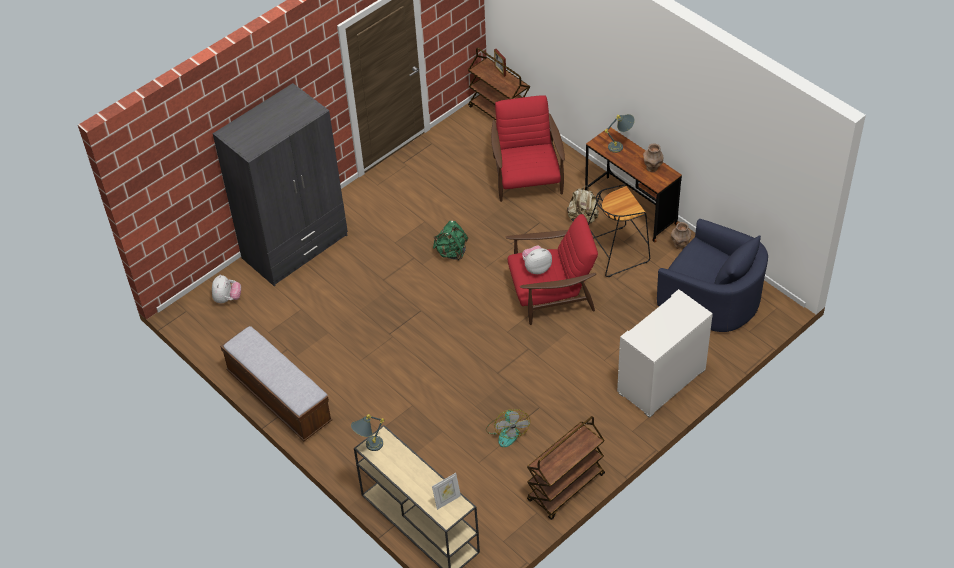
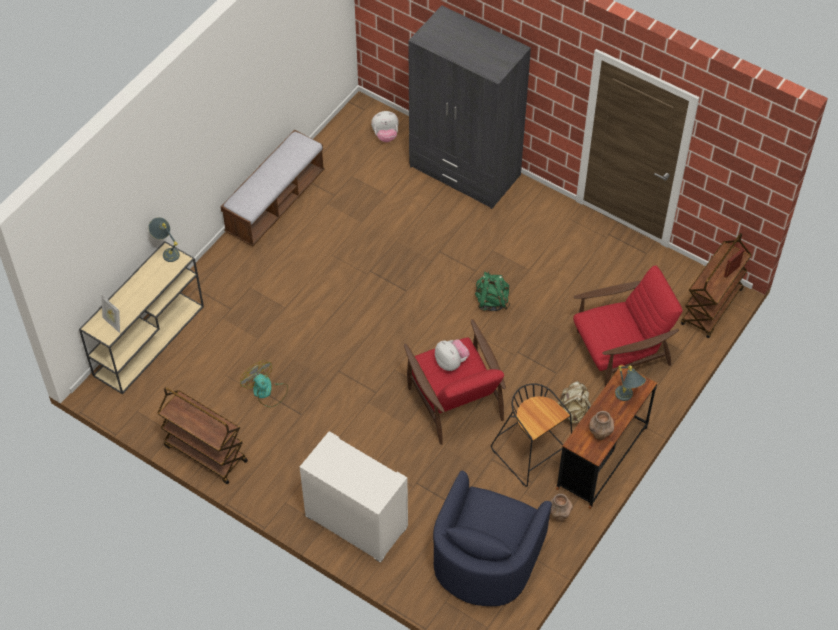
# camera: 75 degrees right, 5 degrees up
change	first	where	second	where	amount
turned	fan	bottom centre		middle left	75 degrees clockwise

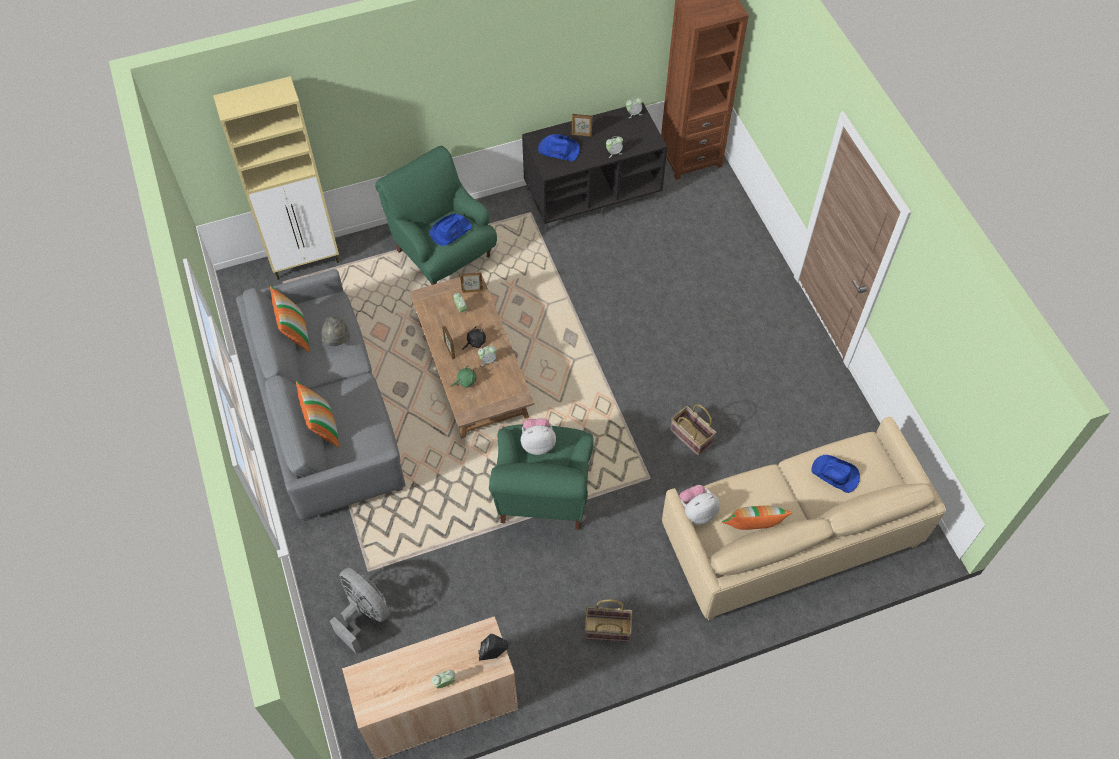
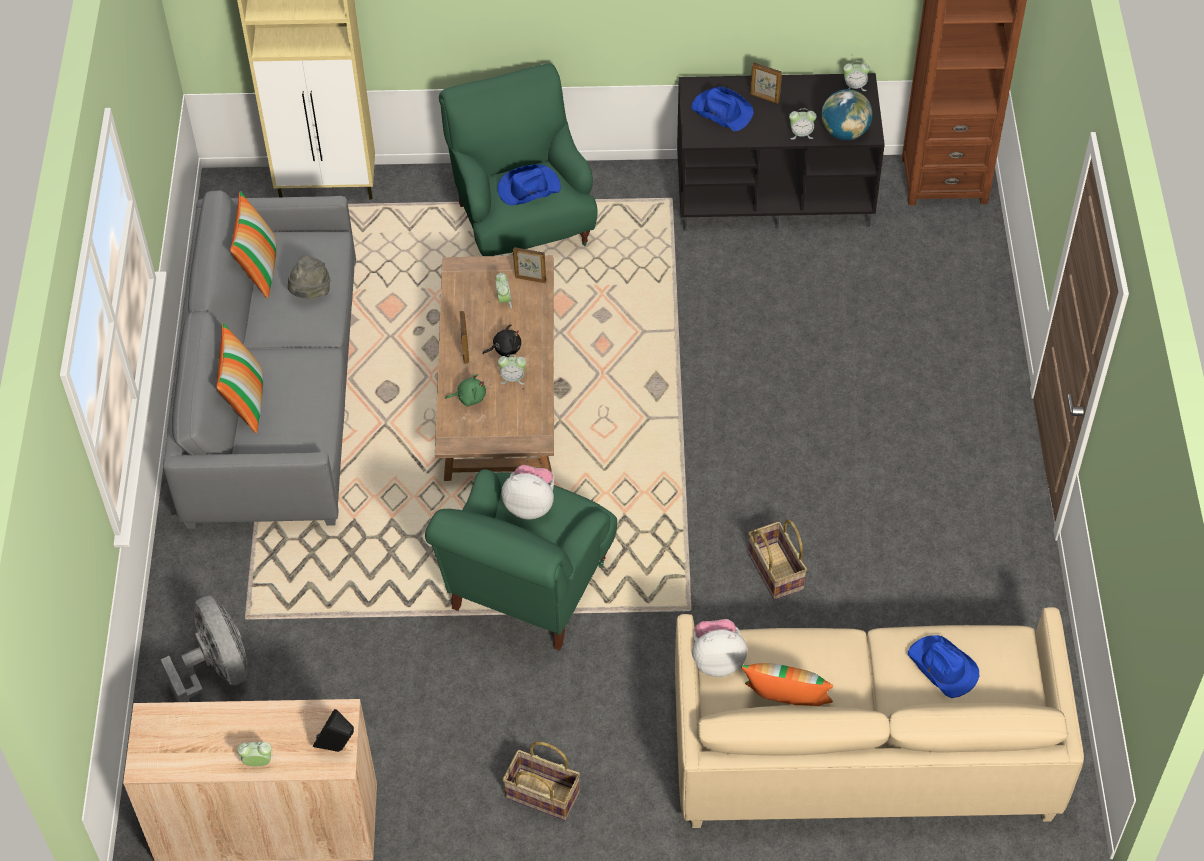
# camera: 20 degrees right, 5 degrees down
change	first	where	second	where	amount
added			world globe	top right	

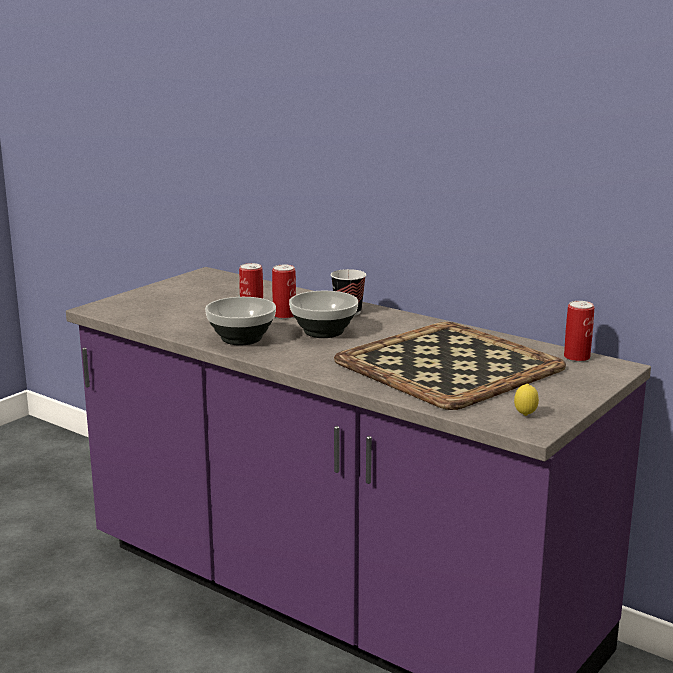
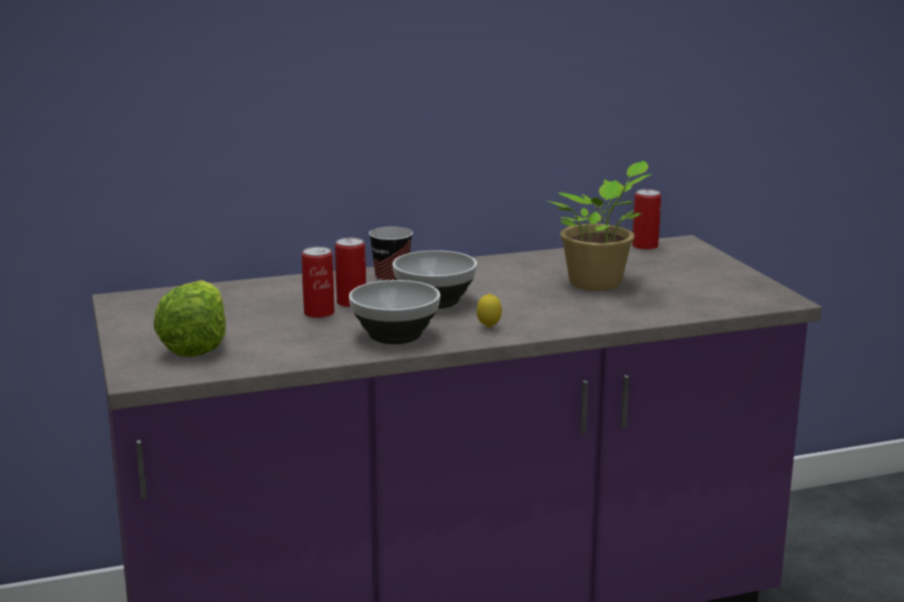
# camera: 55 degrees left, 0 degrees up
change	first	where	second	where	amount
added			lettuce head	middle left	
moved	lemon	middle right		centre	
replaced	carrying tray	middle right	houseplant	centre	

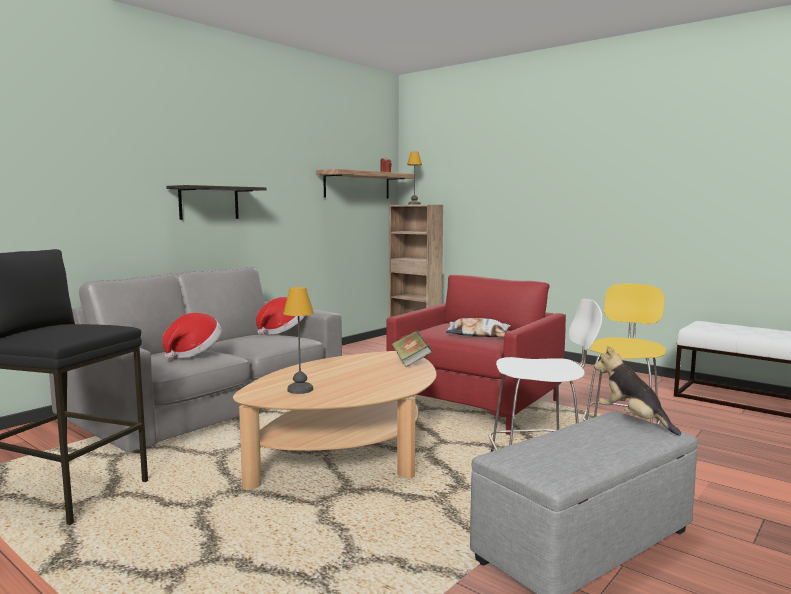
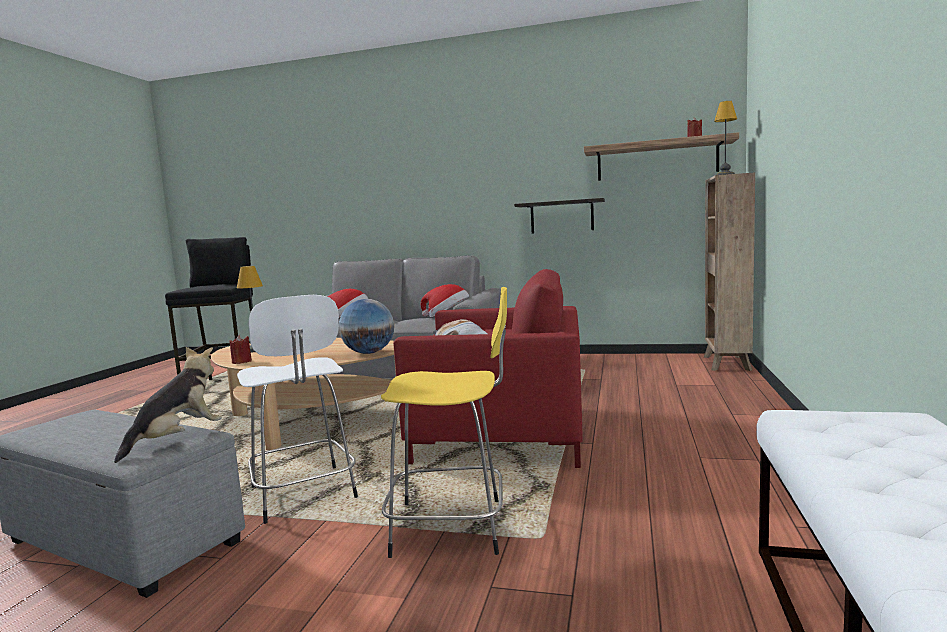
# camera: 65 degrees right, 0 degrees up
change	first	where	second	where	amount
added			red candle (1st from left)	middle left	
replaced	bound book	centre	world globe	centre	
moved	bracket shelf (1st from left)	middle left		centre	

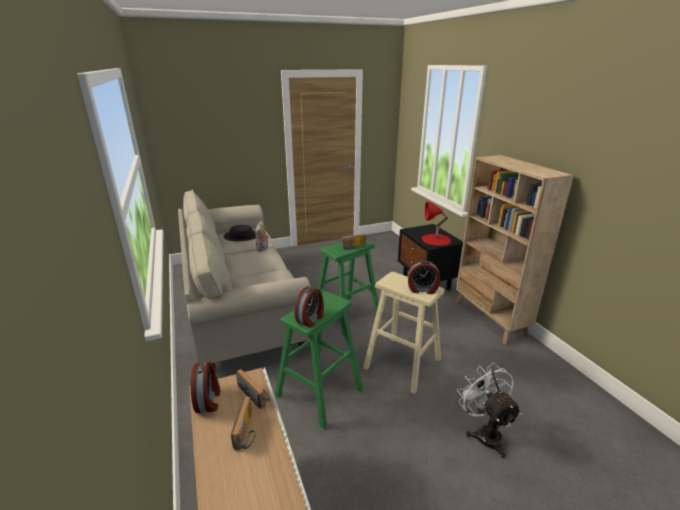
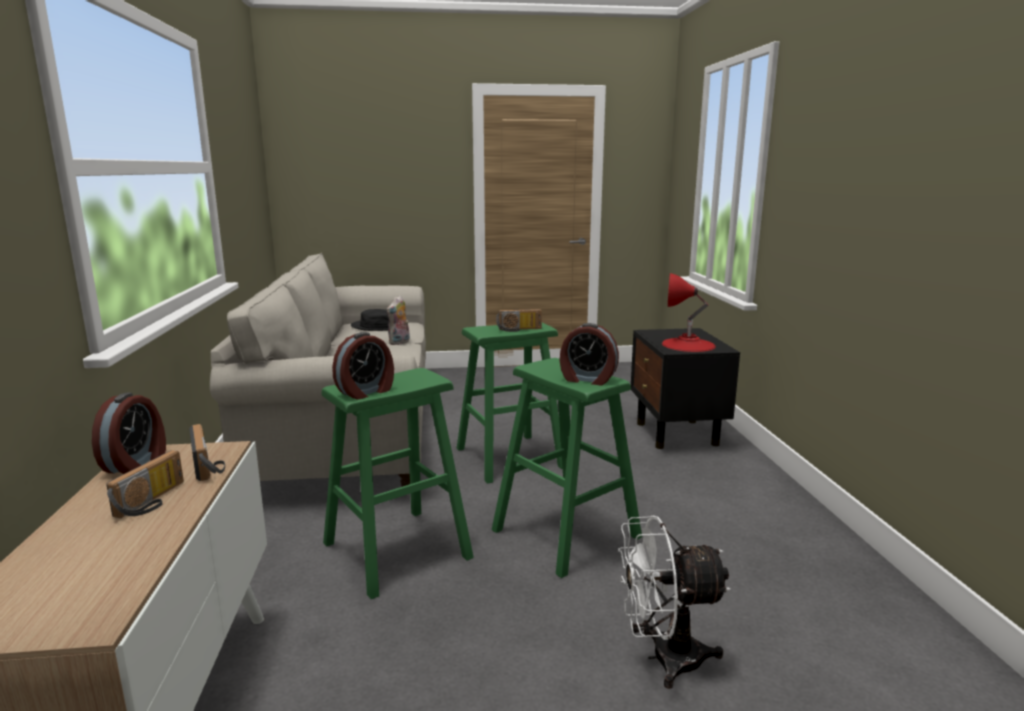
# camera: 15 degrees right, 10 degrees down
change	first	where	second	where	amount
recoloured	beige stool	centre	greenish stool (3rd from left)	centre	
turned	white-coloured fan	bottom right		bottom centre	90 degrees counterclockwise
removed	beige shelving unit	middle right			

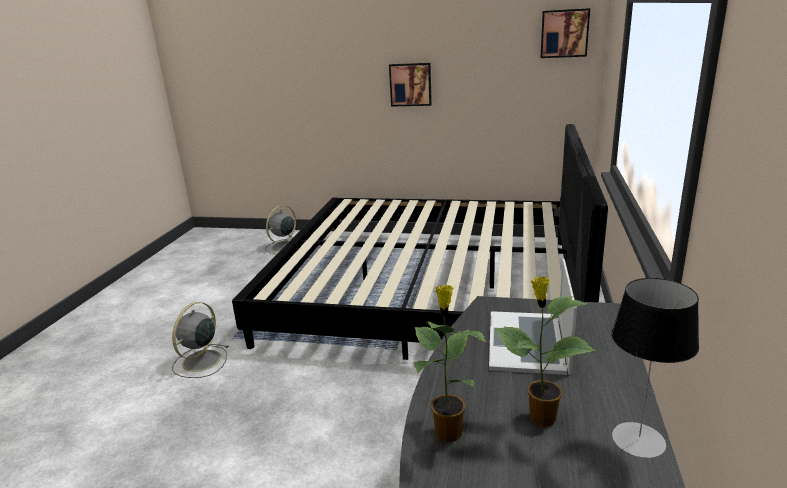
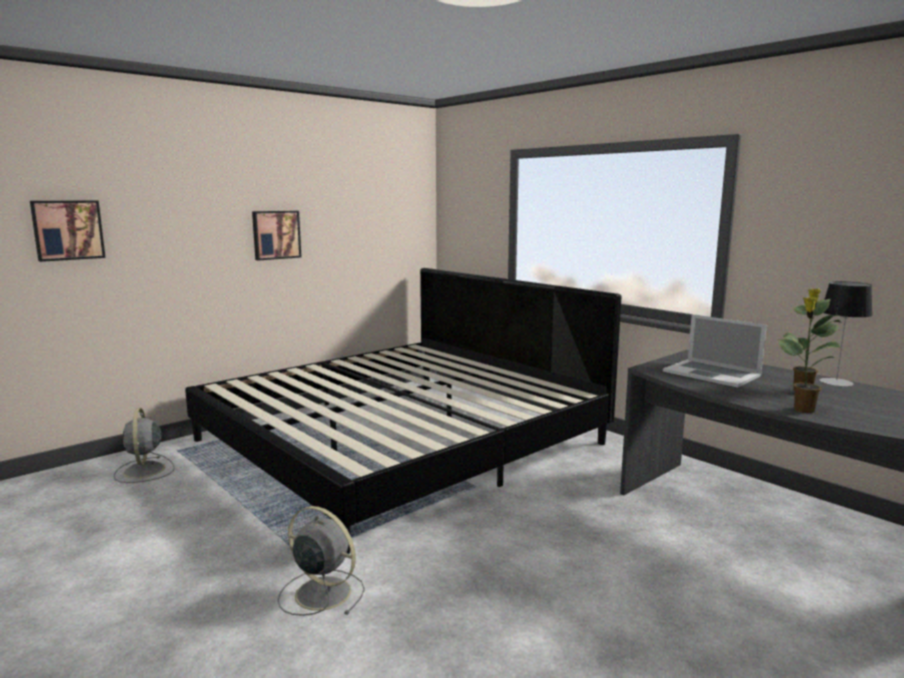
# camera: 55 degrees left, 10 degrees down
change	first	where	second	where	amount
moved	wall art (2nd from left in the first image)	top right	wall art (1st from left)	middle left	
turned	grey fan (1st from left in the first image)	bottom left	grey fan (2nd from left)	bottom centre	150 degrees clockwise

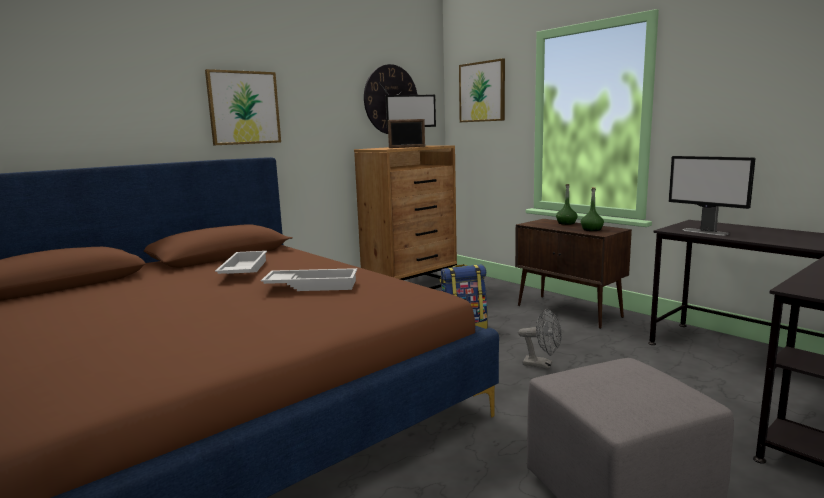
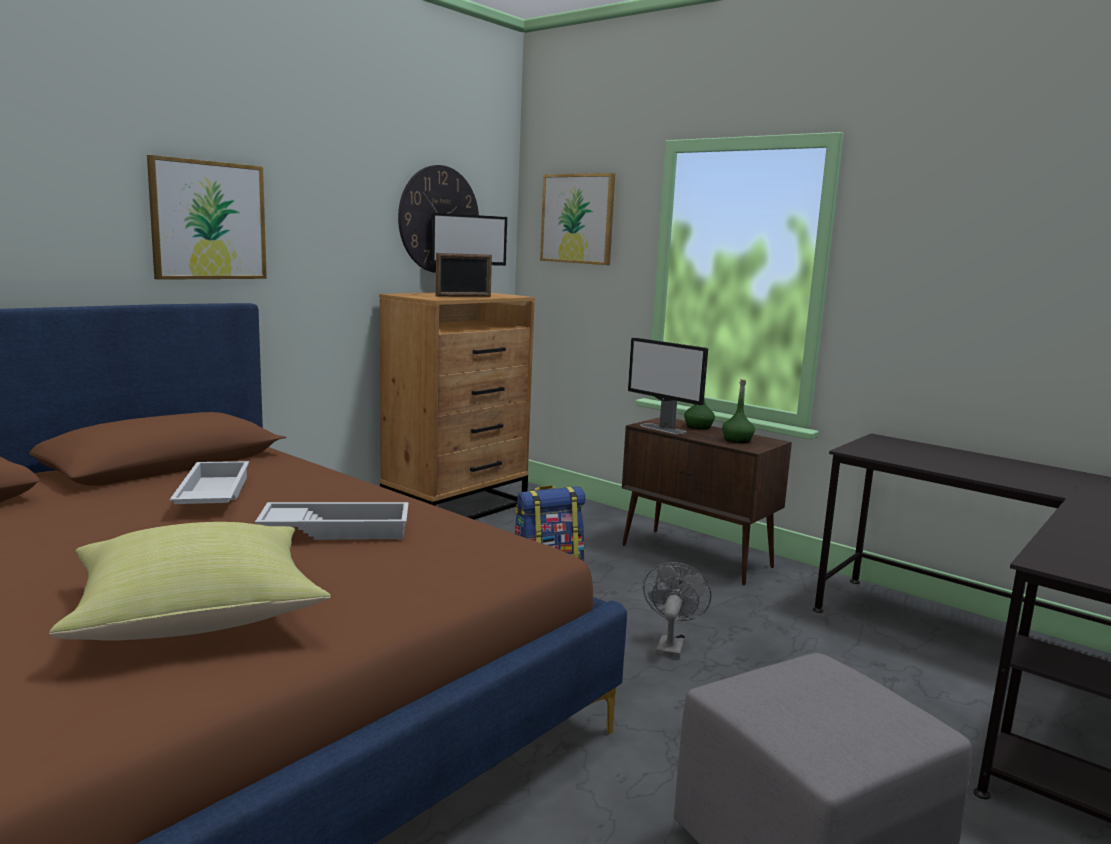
# camera: 10 degrees left, 0 degrees up
change	first	where	second	where	amount
added			yellowish pillow	bottom left	
moved	computer display (2nd from left)	middle right		centre	
turned	grey fan	bottom centre		bottom centre	90 degrees counterclockwise

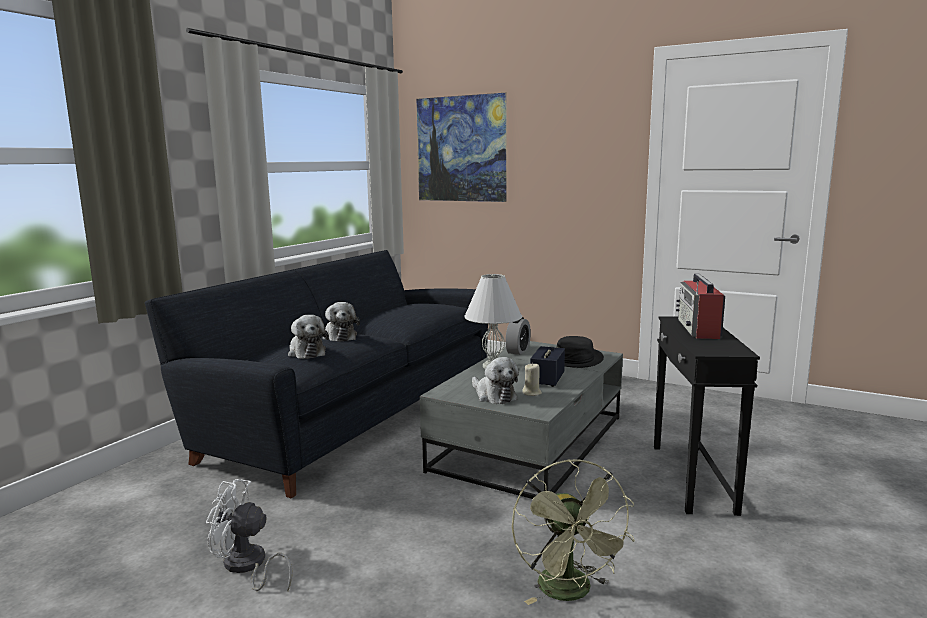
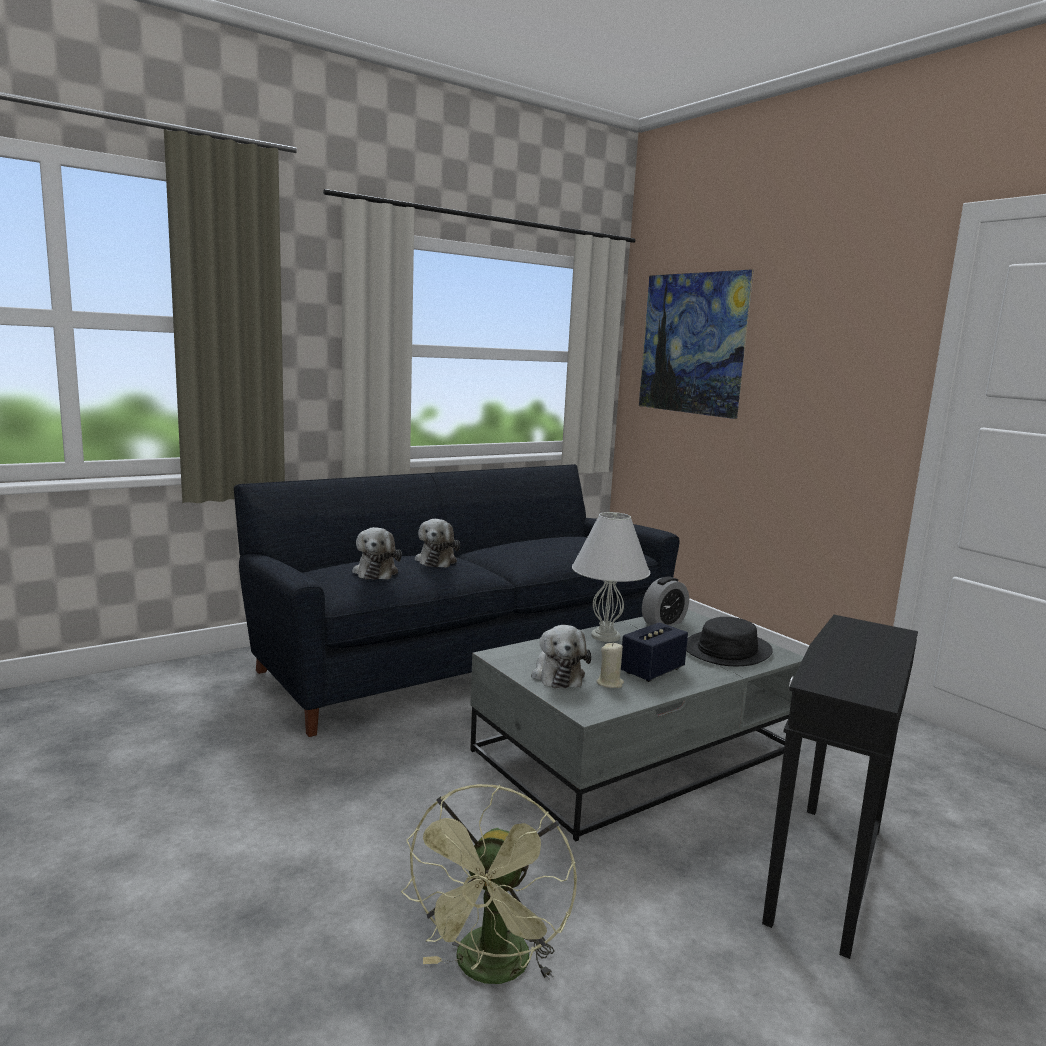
# camera: 25 degrees right, 0 degrees up
change	first	where	second	where	amount
removed	white-coloured fan	bottom left			
removed	radio receiver	middle right			

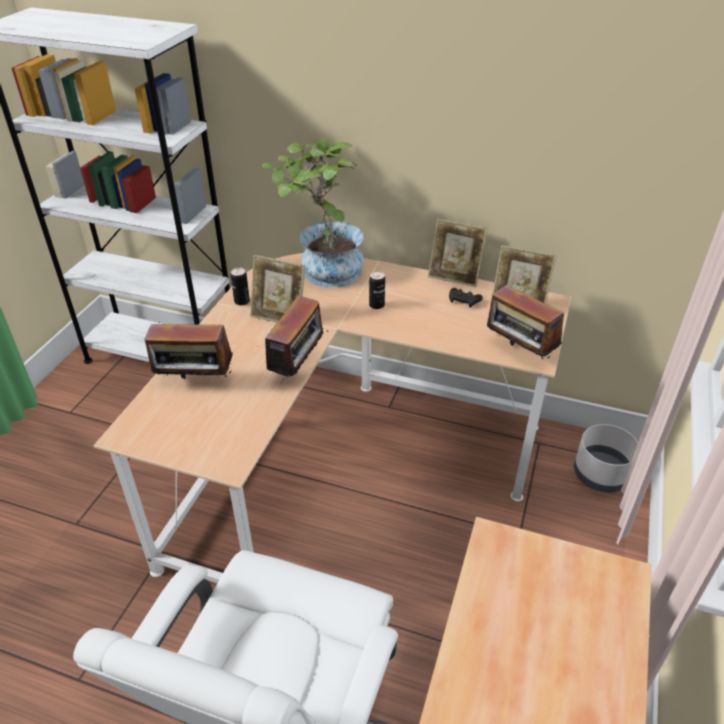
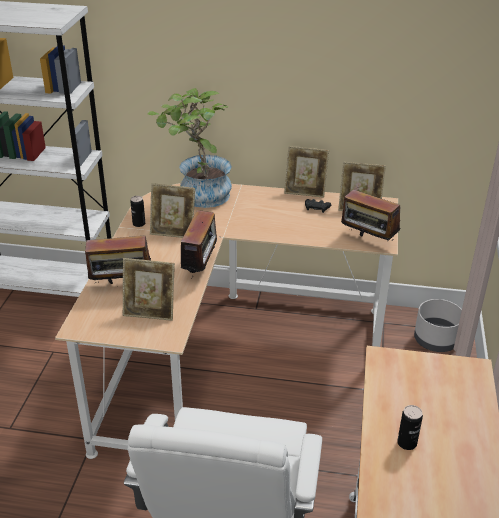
# camera: 10 degrees left, 5 degrees down
change	first	where	second	where	amount
added			picture frame (1st from left)	middle left	
moved	sealed can (2nd from left)	centre		bottom right	

